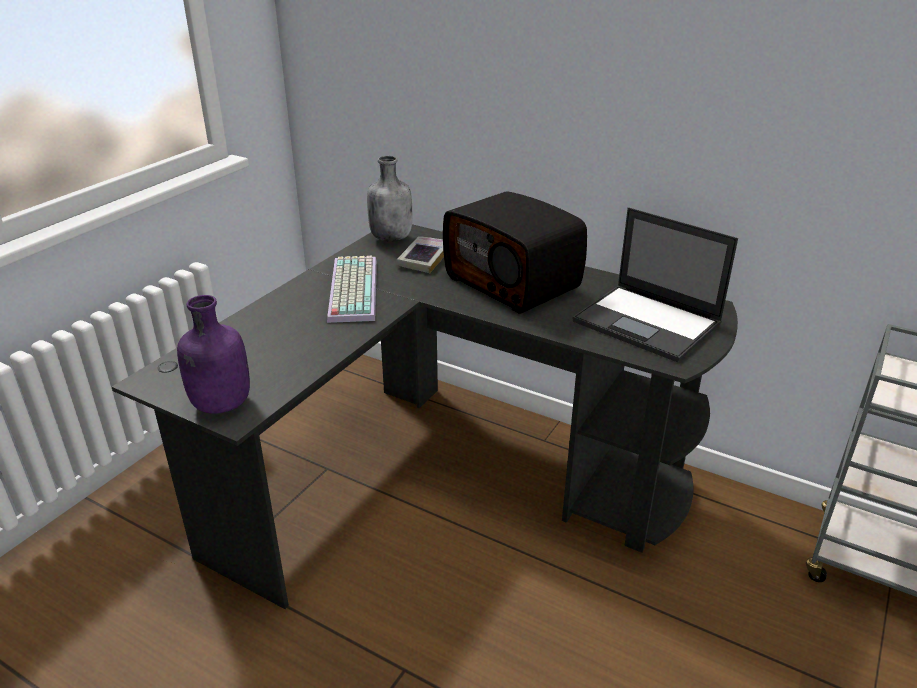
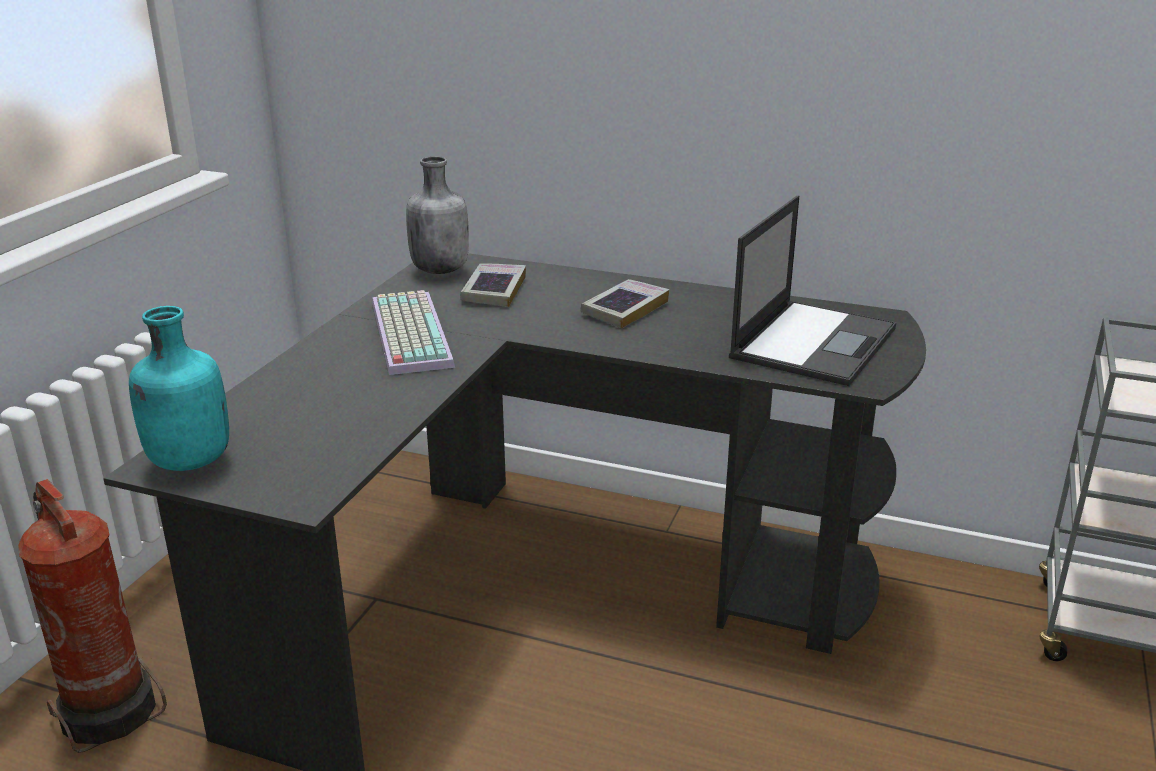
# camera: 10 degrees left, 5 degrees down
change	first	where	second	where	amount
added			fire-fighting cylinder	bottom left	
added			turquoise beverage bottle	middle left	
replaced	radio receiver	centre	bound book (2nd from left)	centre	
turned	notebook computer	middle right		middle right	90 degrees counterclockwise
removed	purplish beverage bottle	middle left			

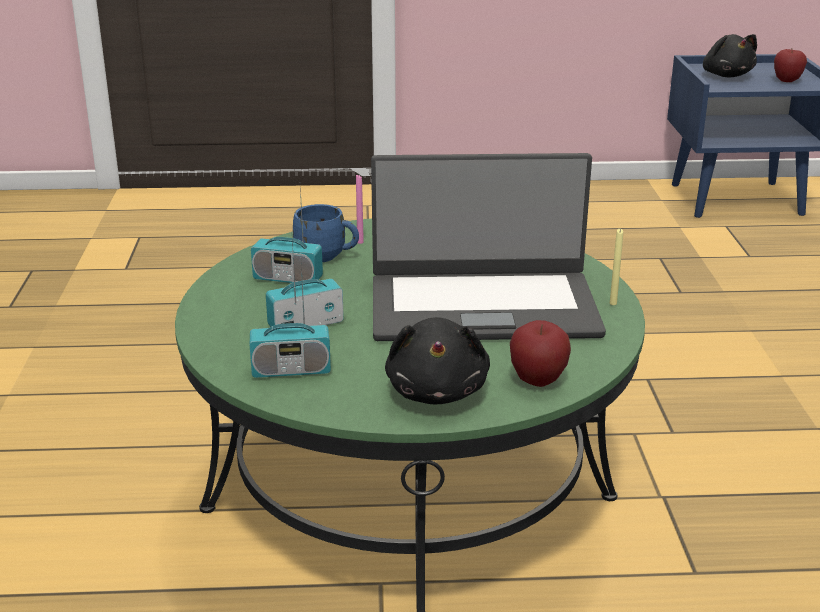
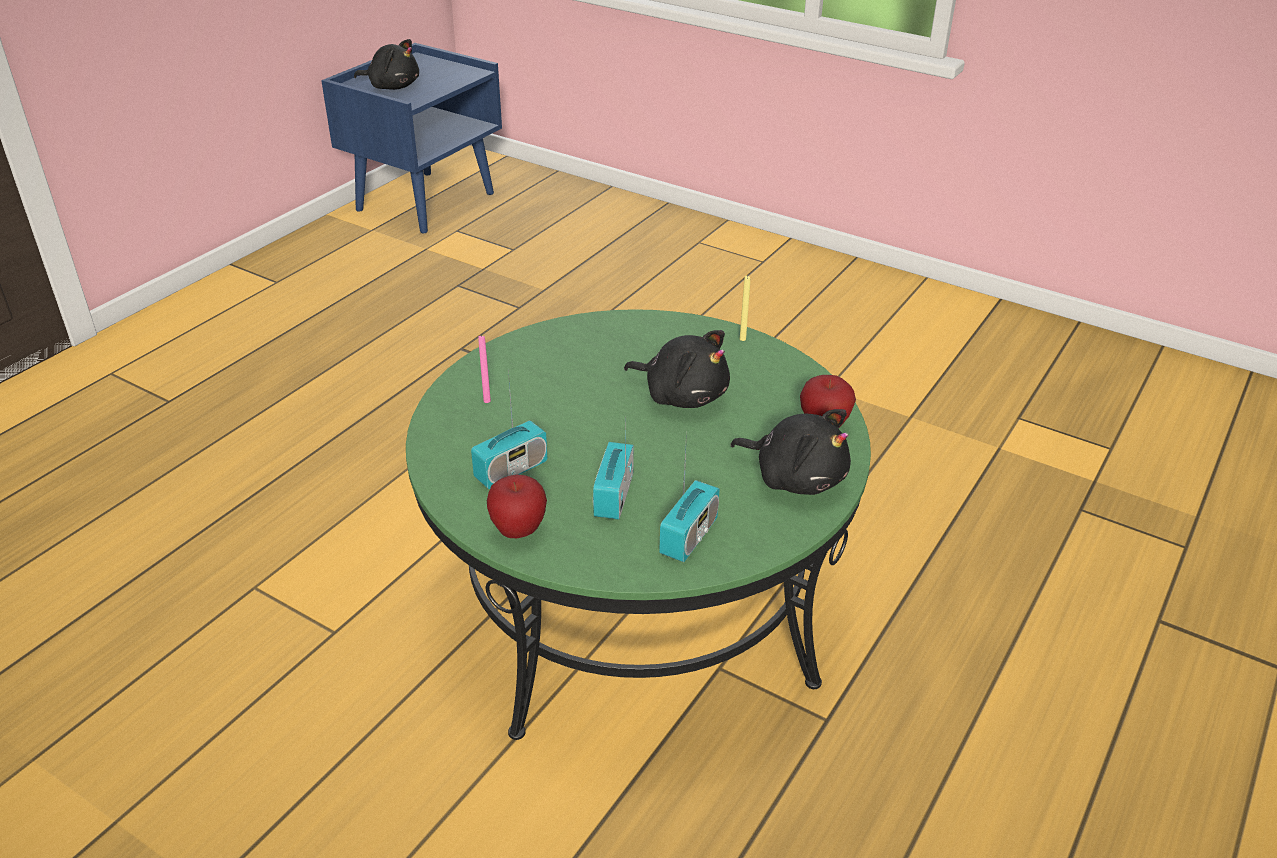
# camera: 55 degrees left, 10 degrees up
change	first	where	second	where	amount
moved	apple (2nd from left in the first image)	top right	apple (1st from left)	centre	
replaced	notebook computer	centre	blackish plush toy (2nd from left)	centre	
removed	blue-coloured mug	centre			

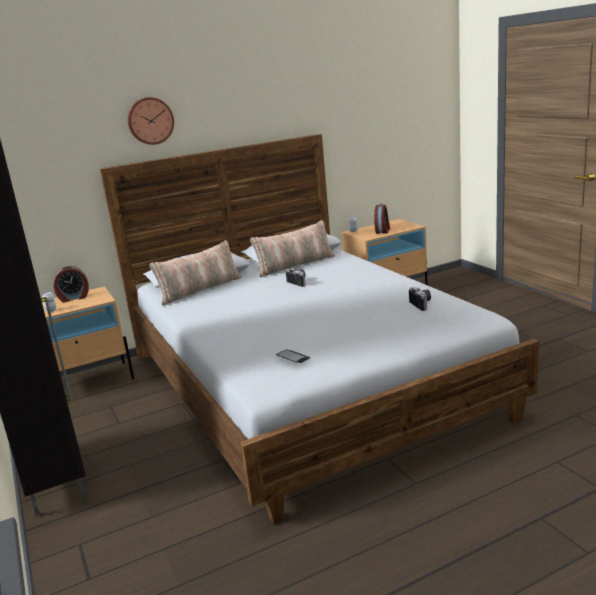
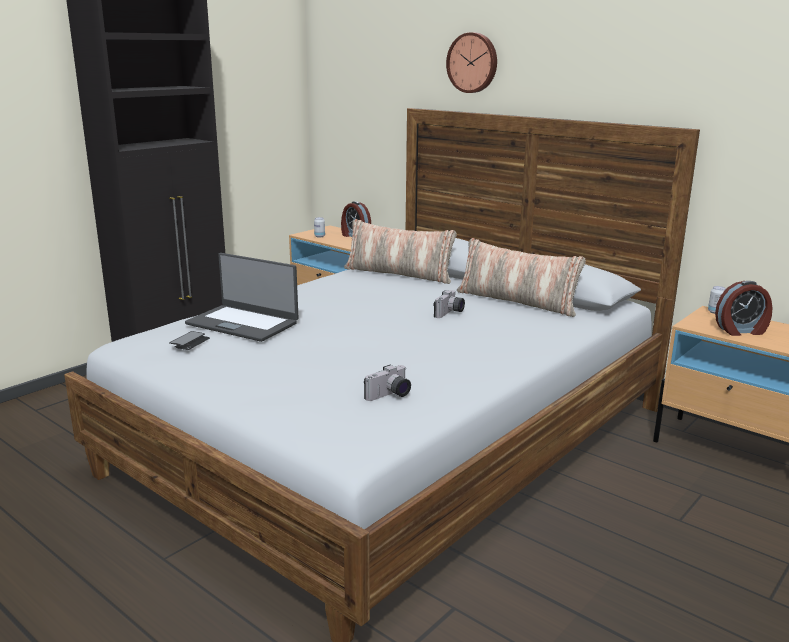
# camera: 65 degrees right, 0 degrees up
change	first	where	second	where	amount
added			notebook computer	middle left	

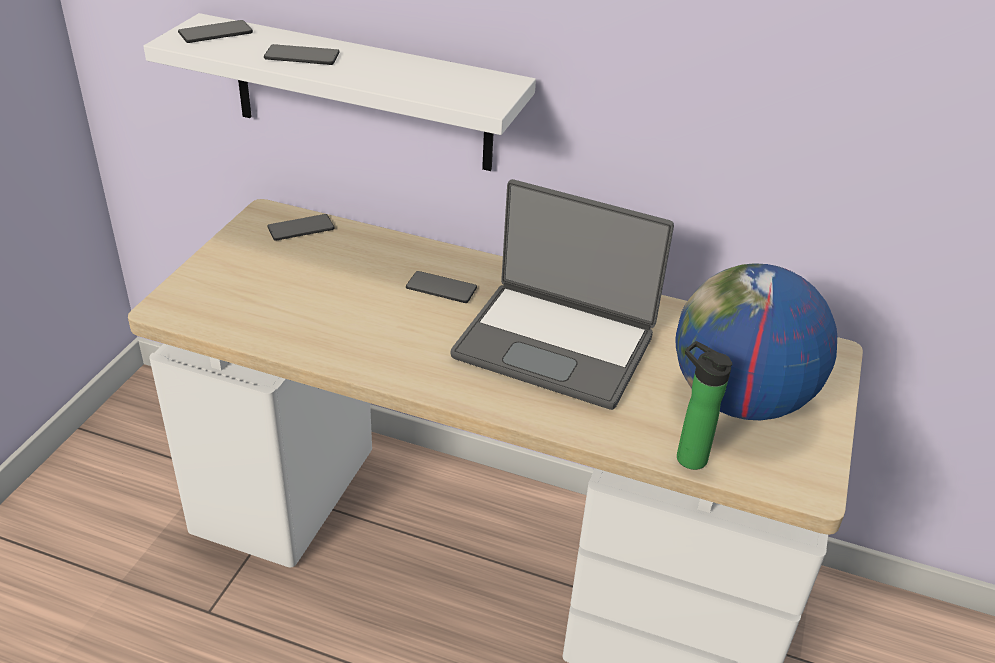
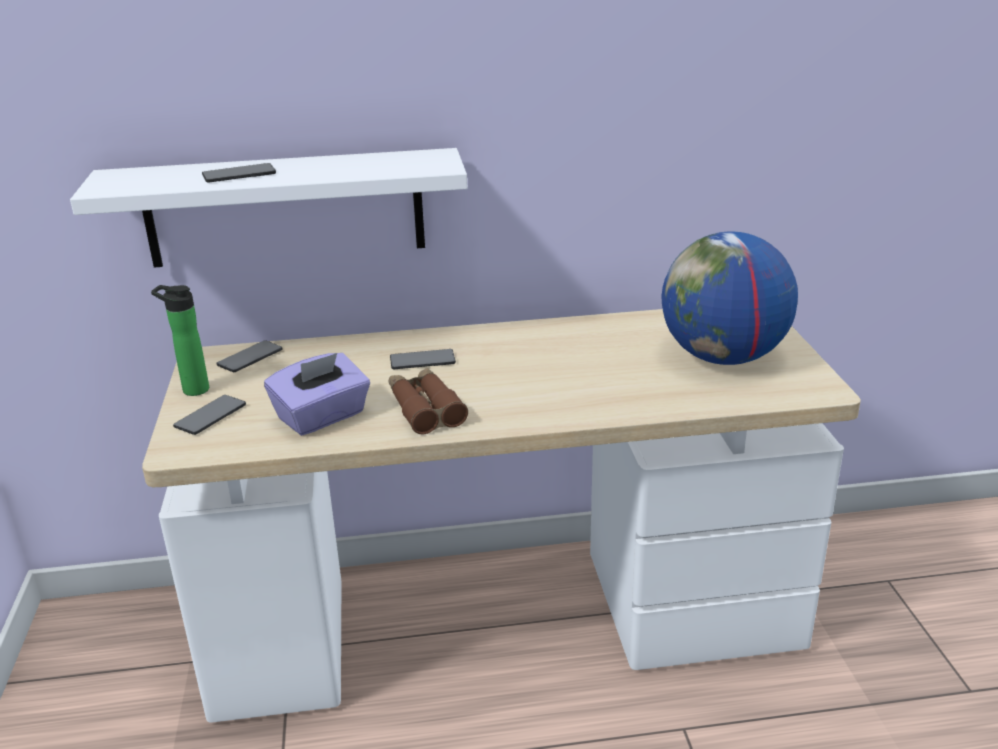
# camera: 25 degrees left, 10 degrees down
change	first	where	second	where	amount
moved	beverage bottle	middle right		middle left	
moved	telephone (1st from left)	top left		middle left	
added			purplish tissue holder	middle left	
added			brown-coloured field glasses	centre	
removed	notebook computer	centre			

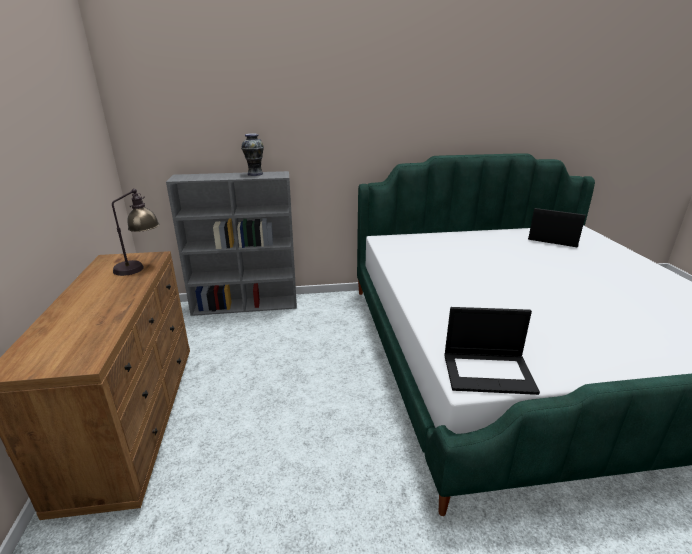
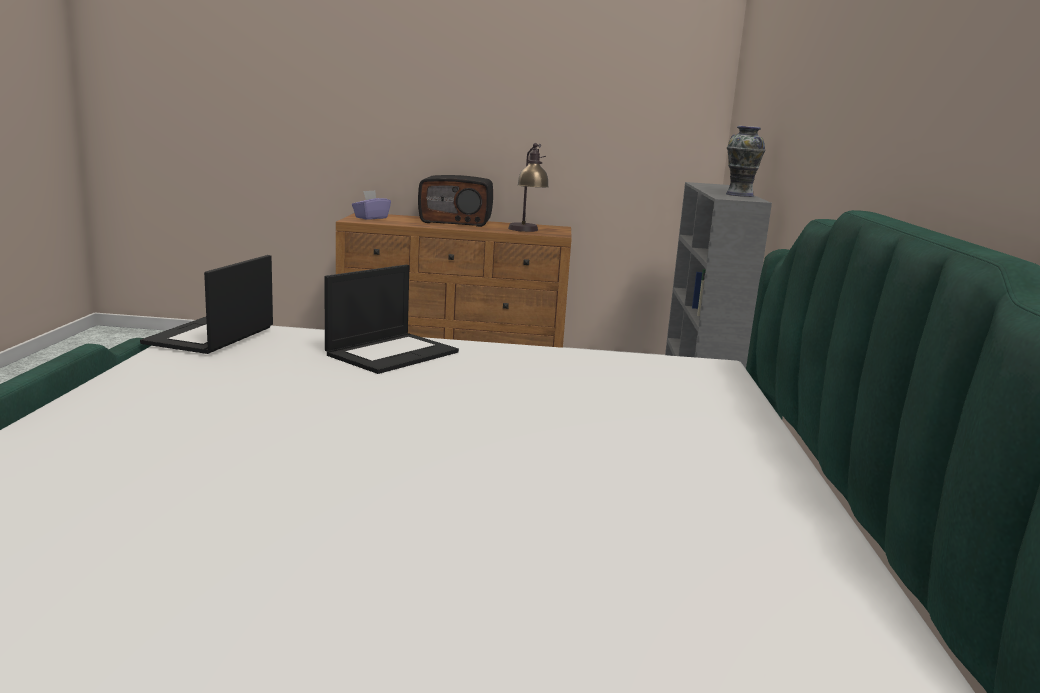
# camera: 100 degrees right, 10 degrees down
change	first	where	second	where	amount
moved	notebook computer (2nd from left)	middle right		centre	
added			purplish tissue holder	top centre	
added			radio receiver	top centre	

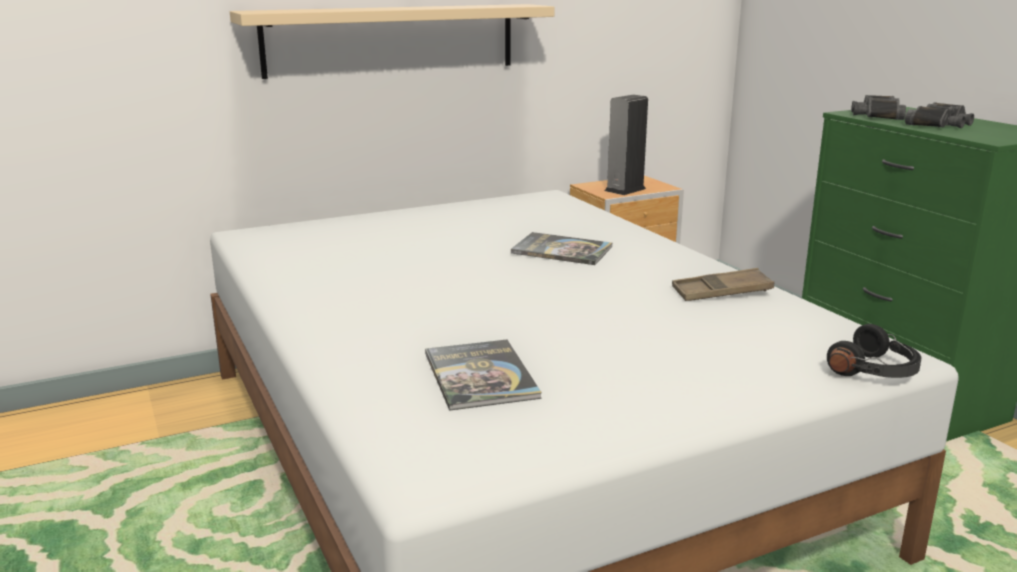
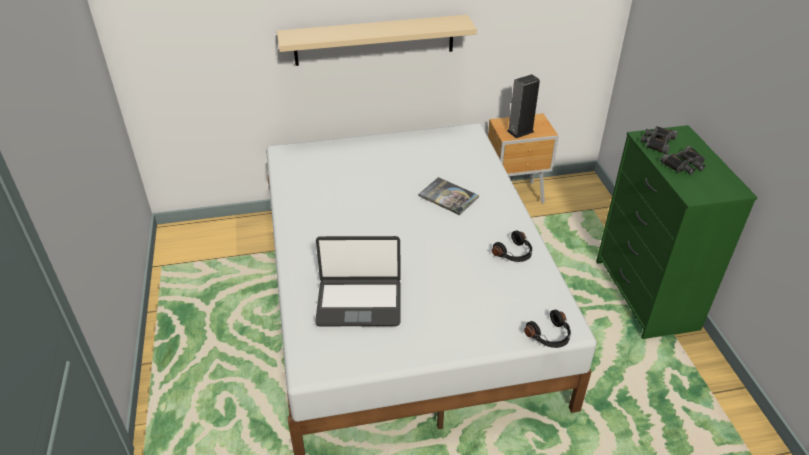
# camera: 15 degrees right, 20 degrees up
change	first	where	second	where	amount
replaced	bound book (1st from left)	centre	notebook computer	centre	
replaced	brown-coloured carrying tray	middle right	blackish headphones (1st from left)	centre	

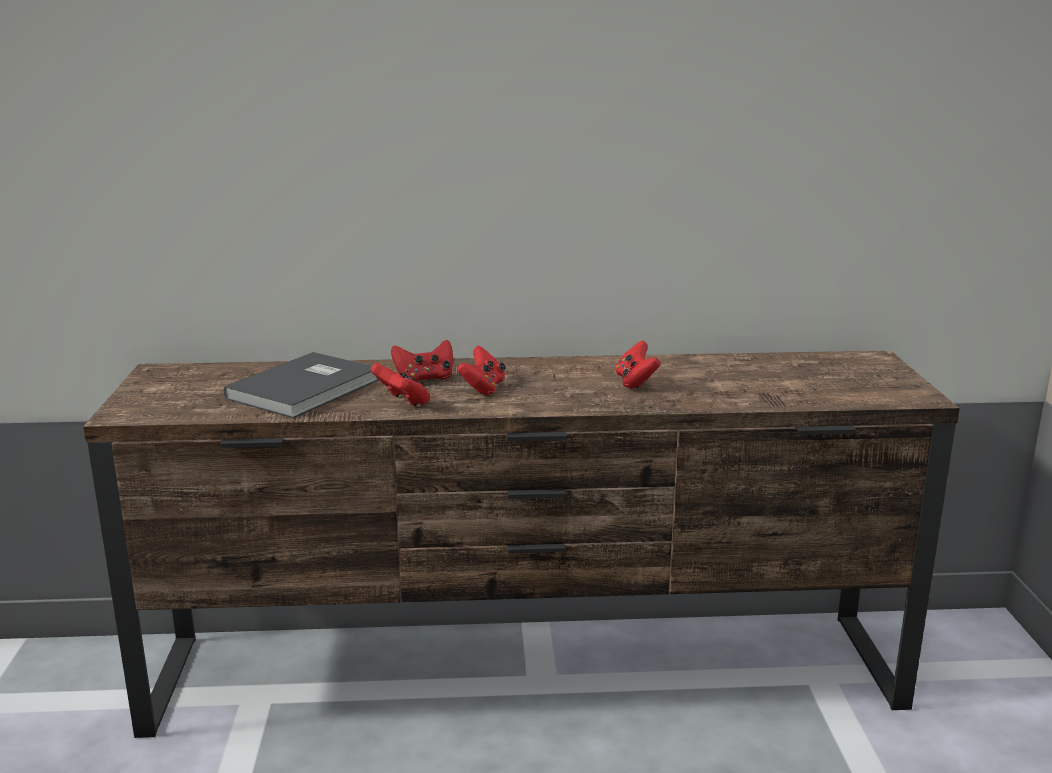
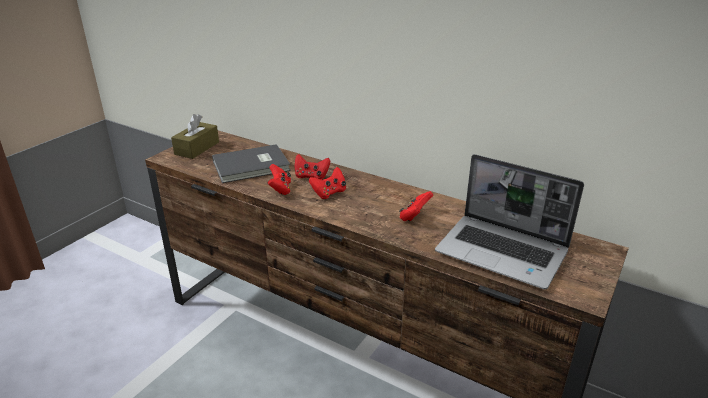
# camera: 35 degrees right, 10 degrees up
change	first	where	second	where	amount
added			brown-coloured tissue holder	middle left	
added			notebook computer	middle right	

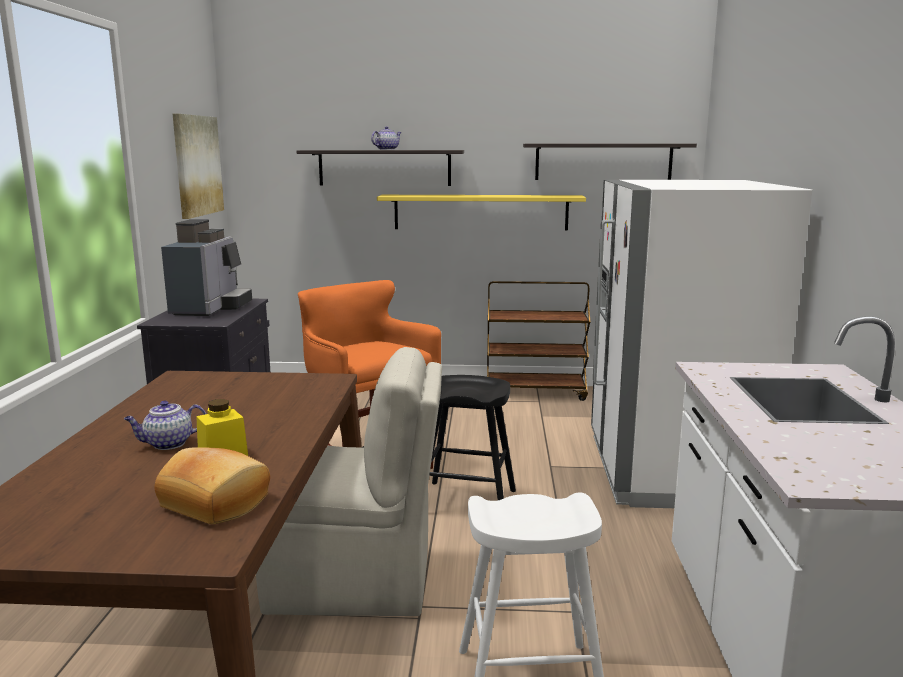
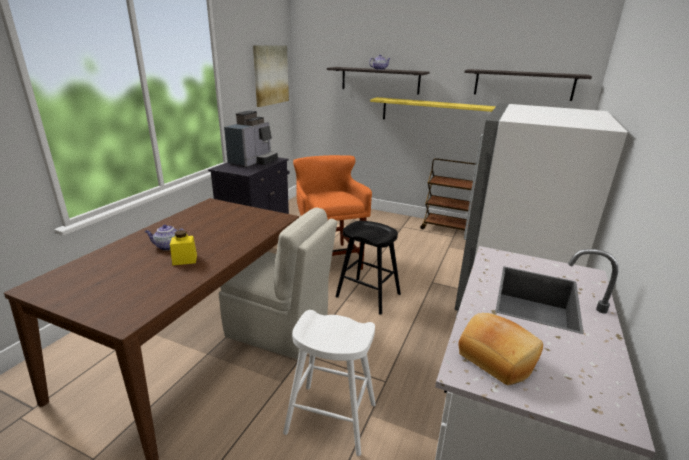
# camera: 20 degrees right, 10 degrees up
change	first	where	second	where	amount
moved	baked bread	bottom left		bottom right	

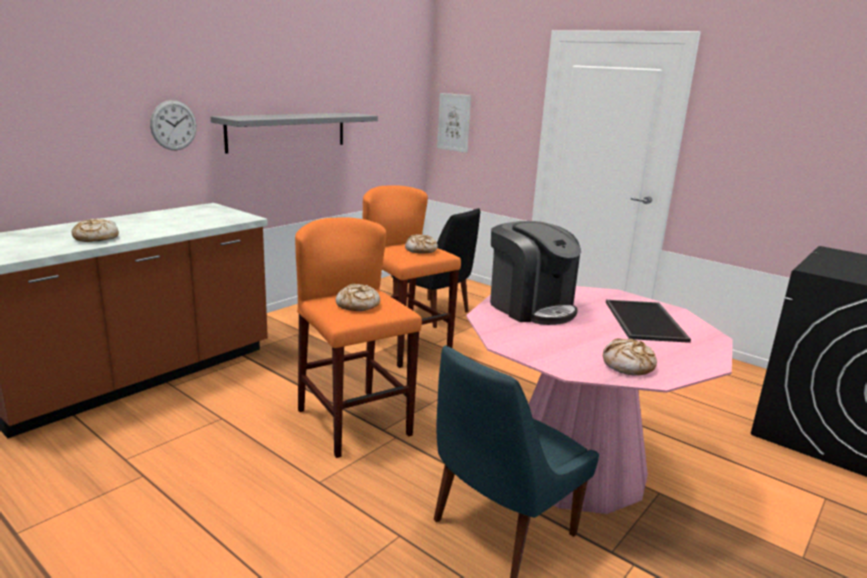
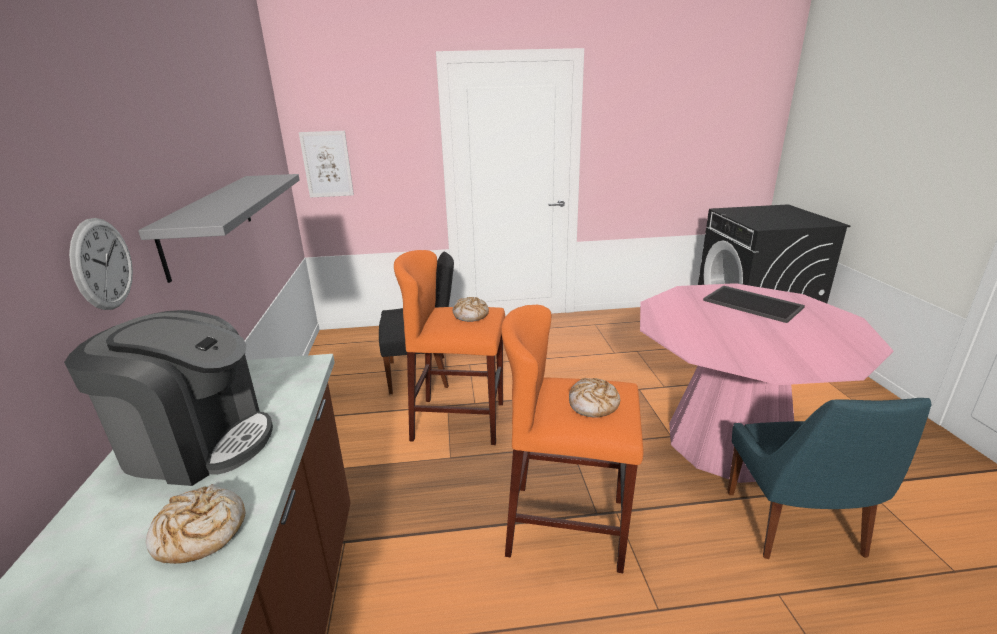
# camera: 45 degrees left, 5 degrees up
change	first	where	second	where	amount
moved	coffee machine	centre		middle left	
removed	baked bread (4th from left)	middle right			

